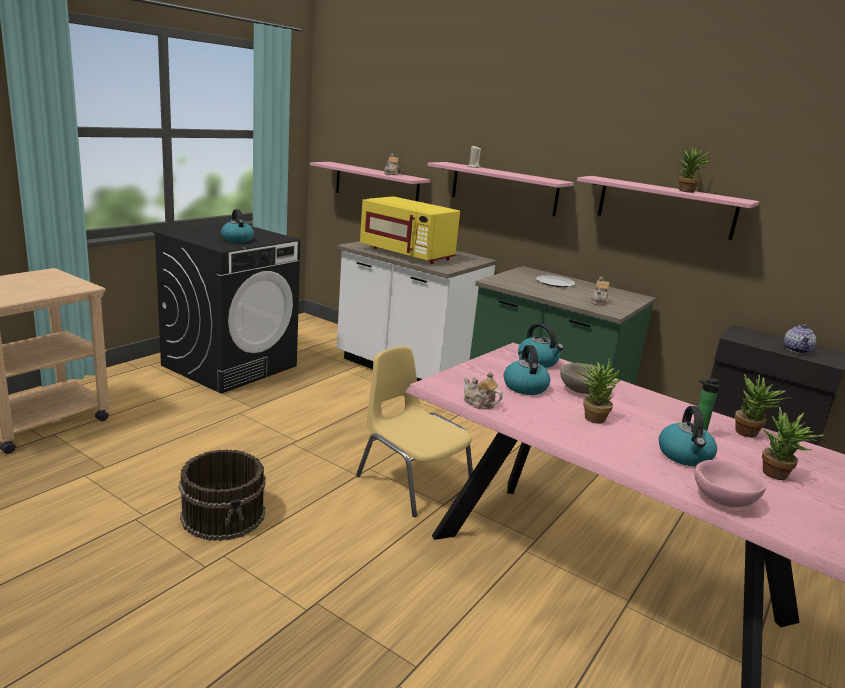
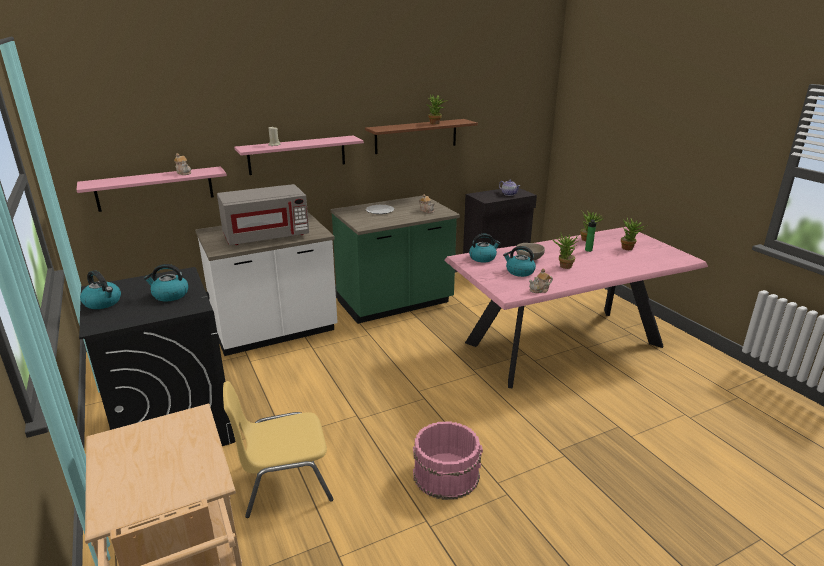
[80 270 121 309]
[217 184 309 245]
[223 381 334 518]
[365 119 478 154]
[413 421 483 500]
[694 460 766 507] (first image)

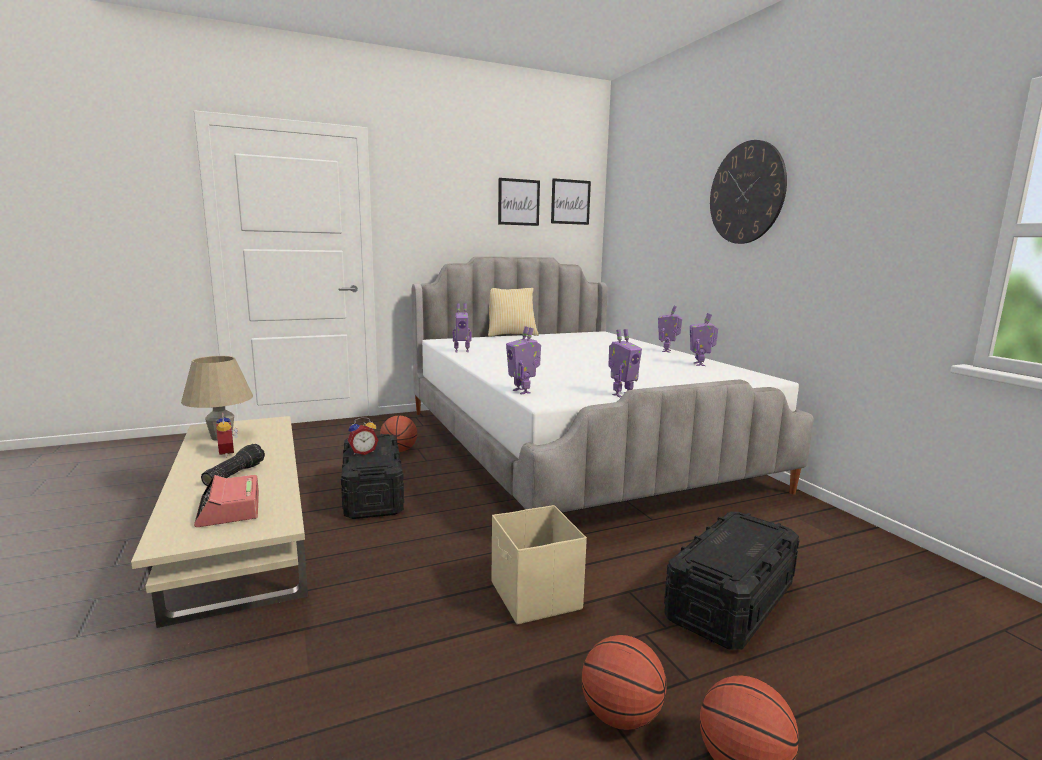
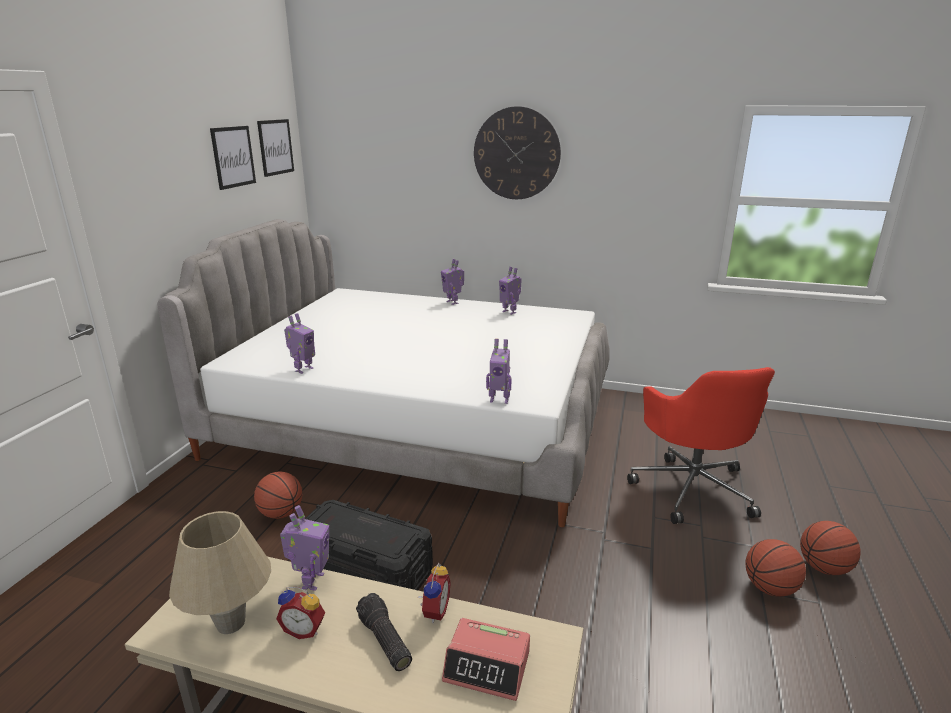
[280 505 329 591]
[418 563 451 623]
[627 367 775 524]
[488 288 539 337] (first image)
[492 505 587 625] (first image)

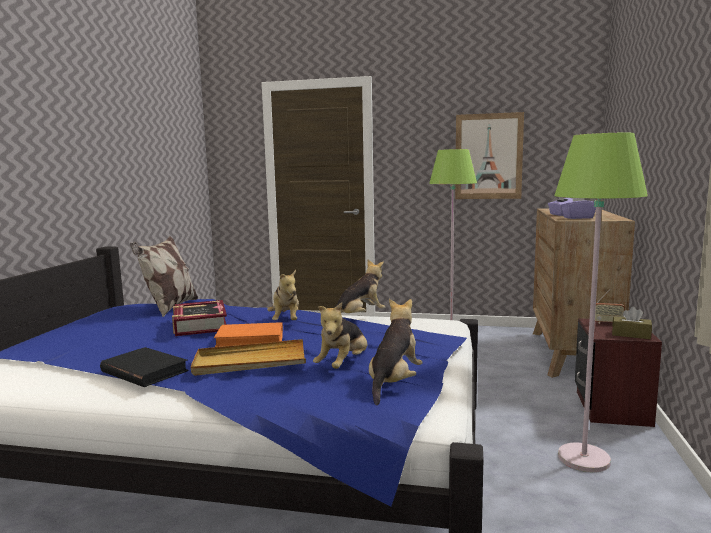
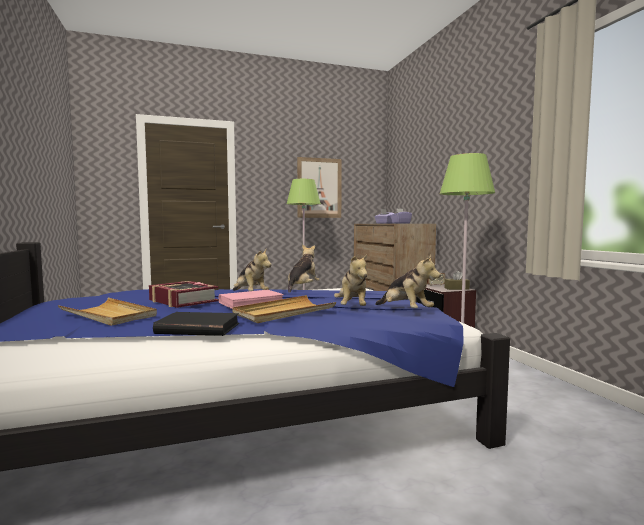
[58 298 157 326]
[219 290 284 309]
[375 254 441 308]
[130 236 198 317] (first image)

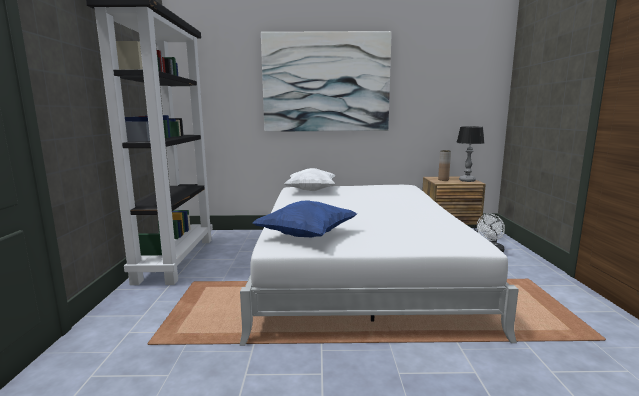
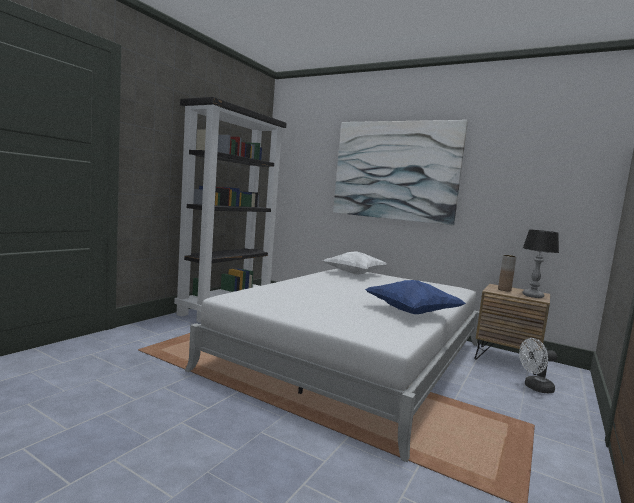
[365 280 466 314]

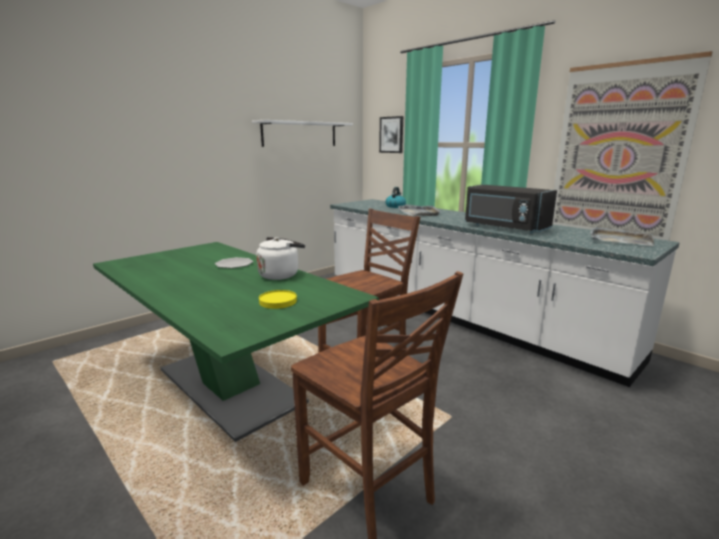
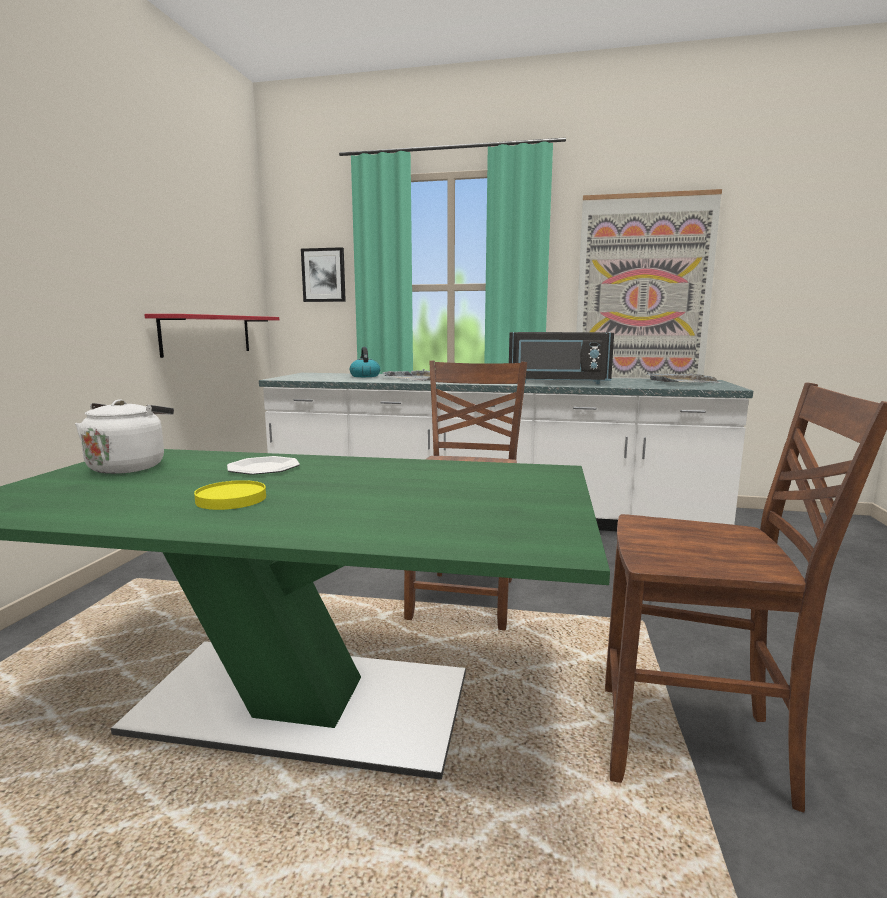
[75 400 174 474]
[144 314 279 358]
[194 480 266 510]
[252 120 353 147] (first image)

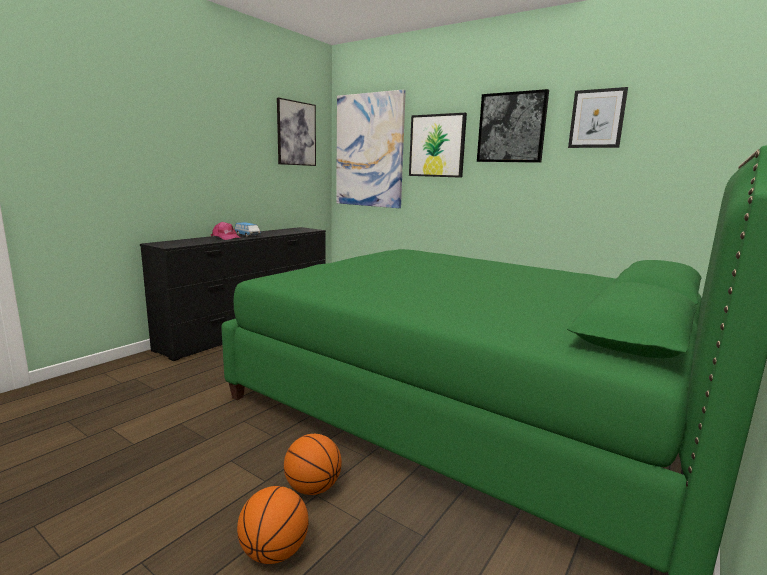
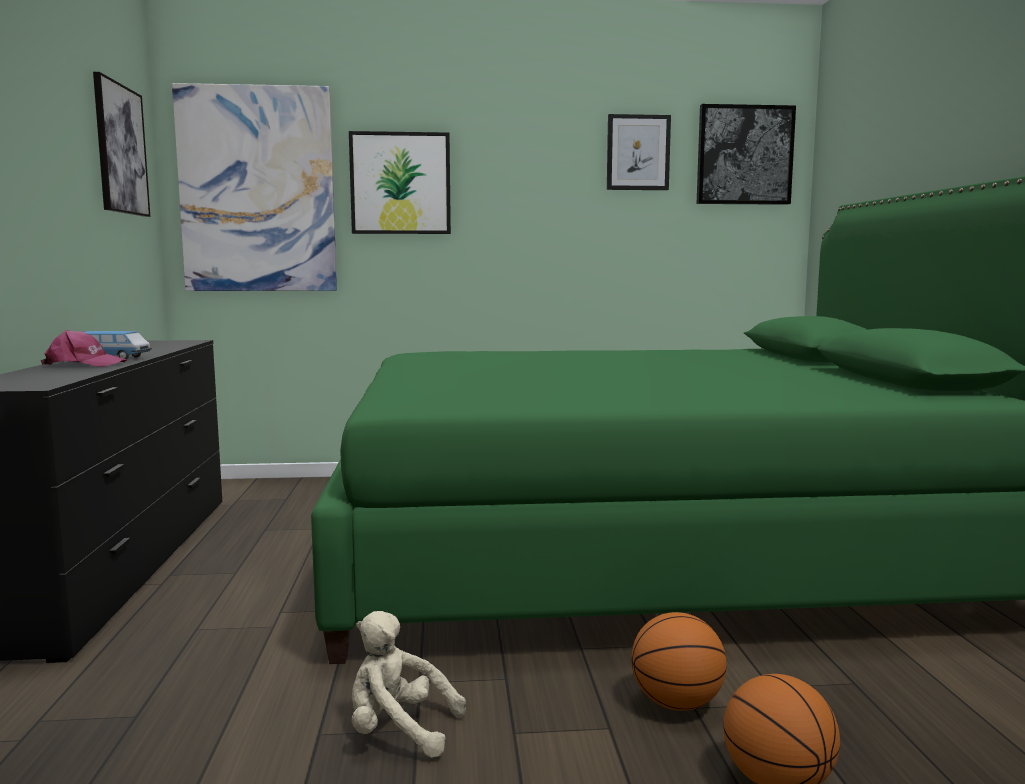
[352 611 466 758]
[696 104 796 205]

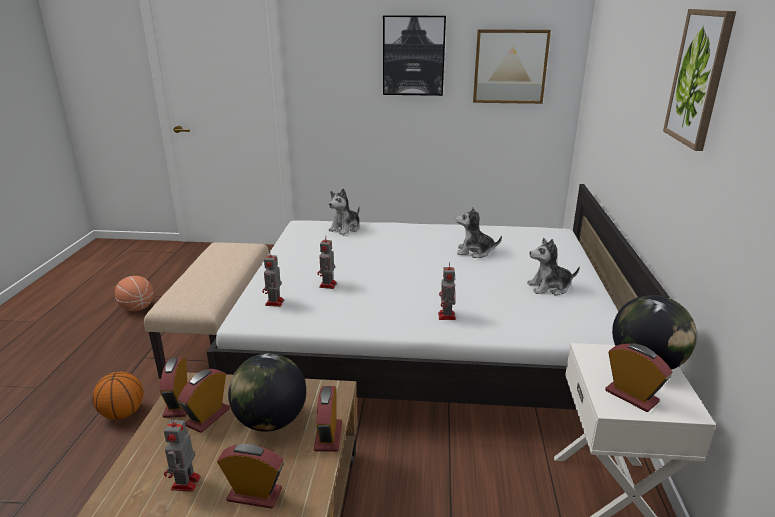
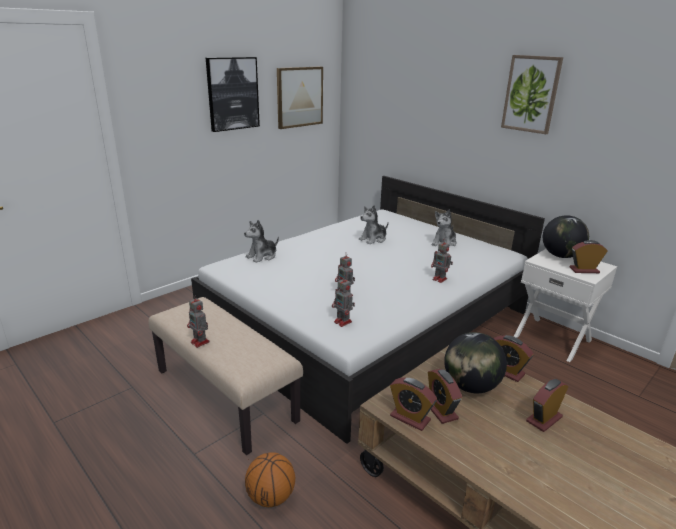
[187 295 210 348]
[244 220 279 263]
[115 276 154 311] (first image)

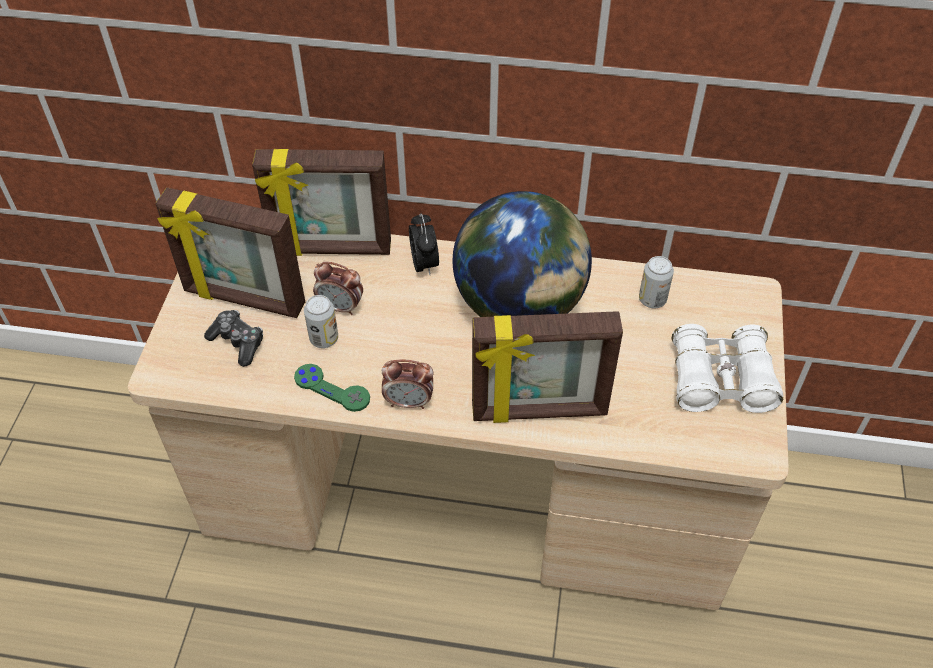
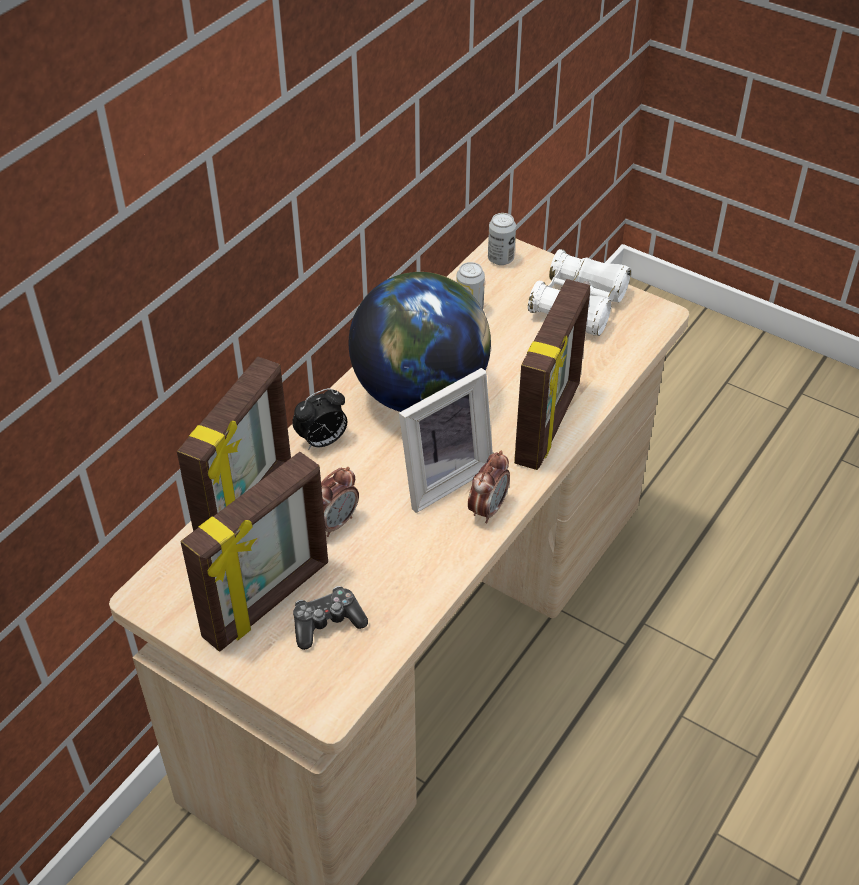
[292 388 347 450]
[399 368 493 513]
[488 213 516 265]
[294 364 370 412] (first image)

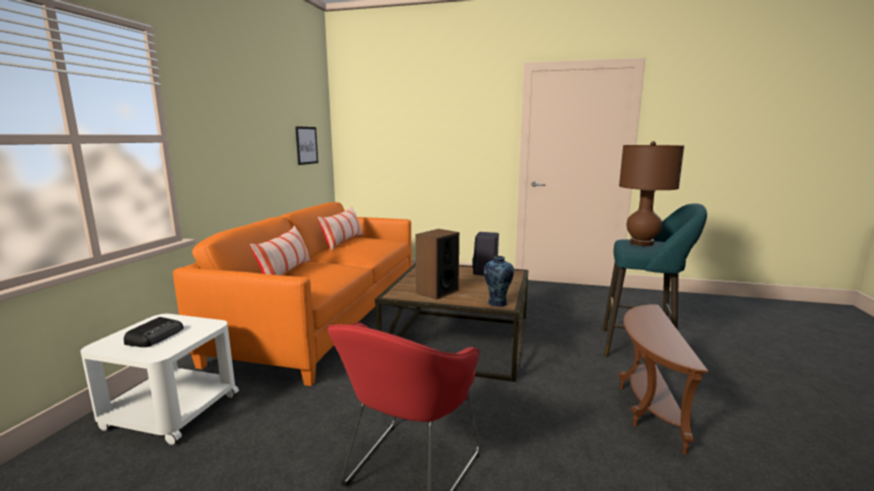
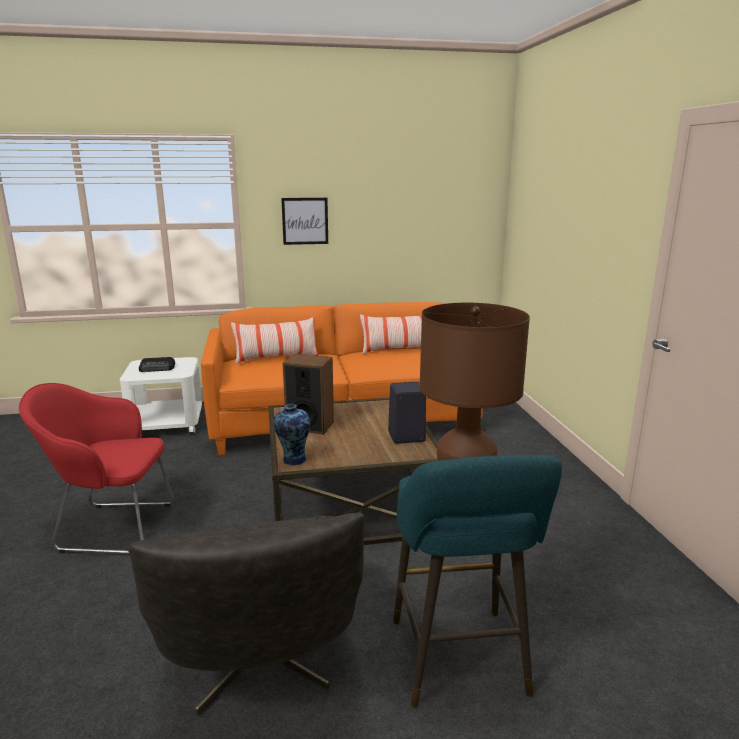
[128 513 365 715]
[281 198 328 245]

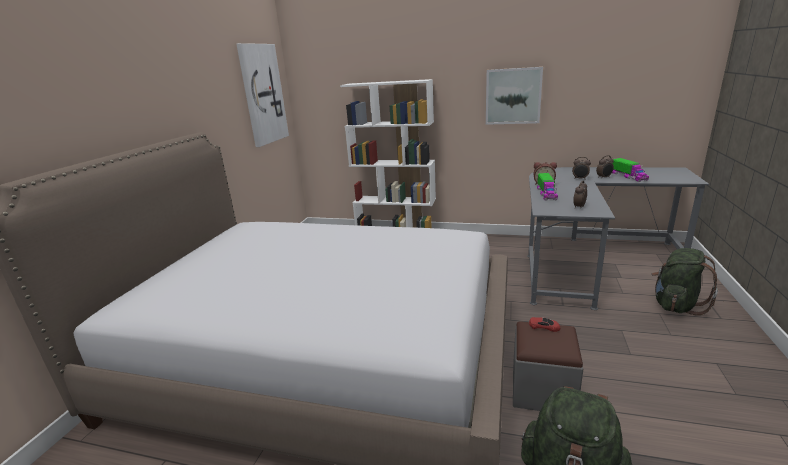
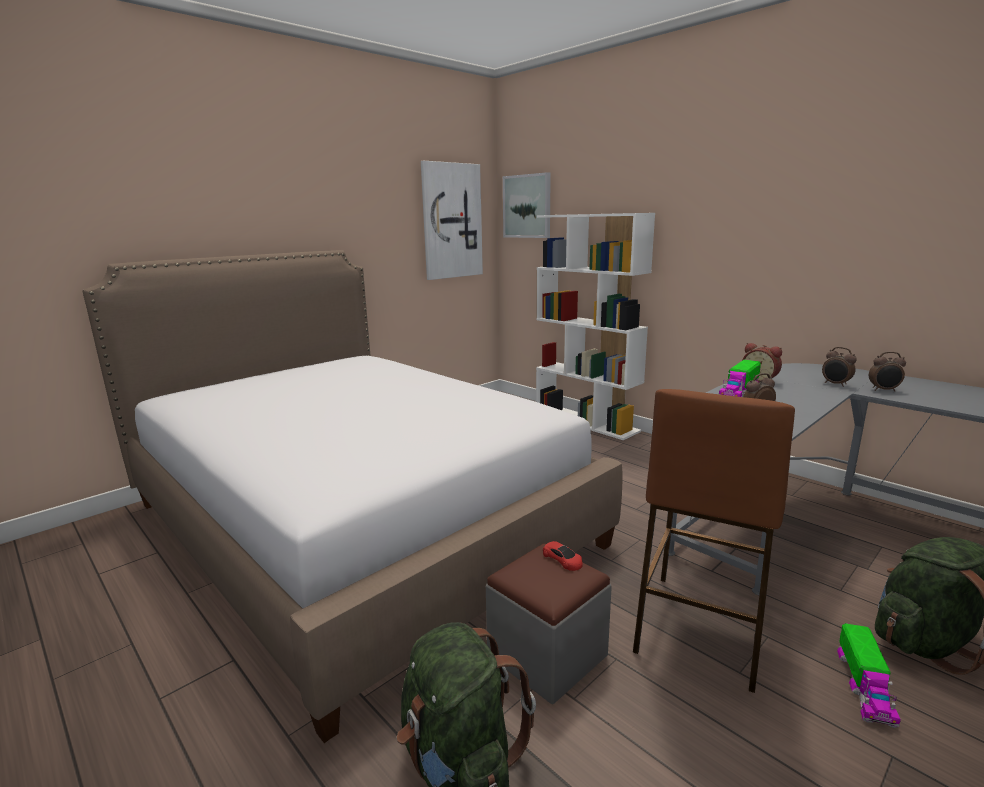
[503 172 551 238]
[633 389 795 693]
[837 623 901 728]

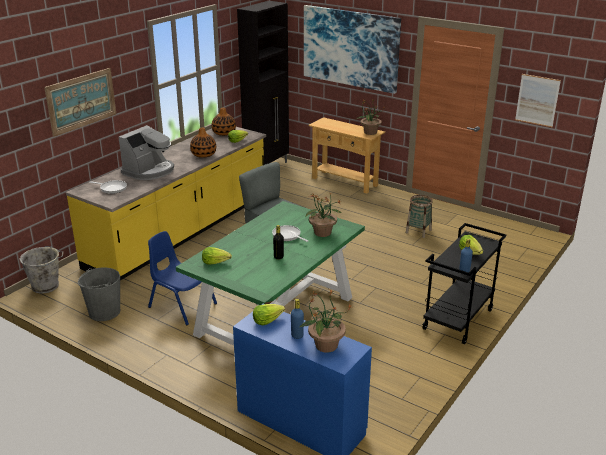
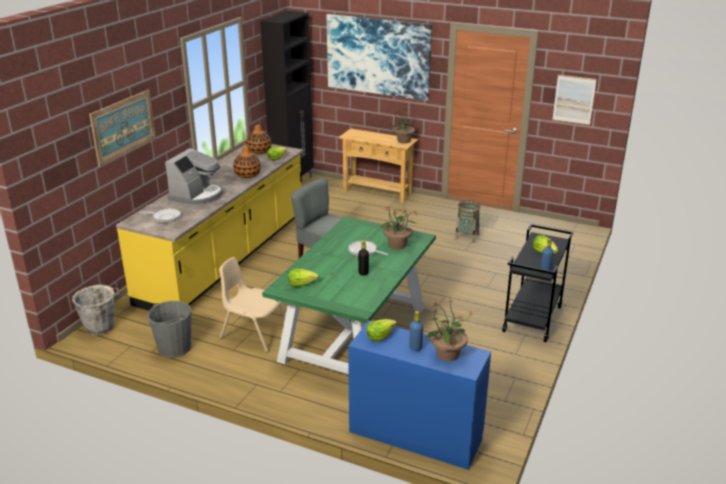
[219 257 286 353]

